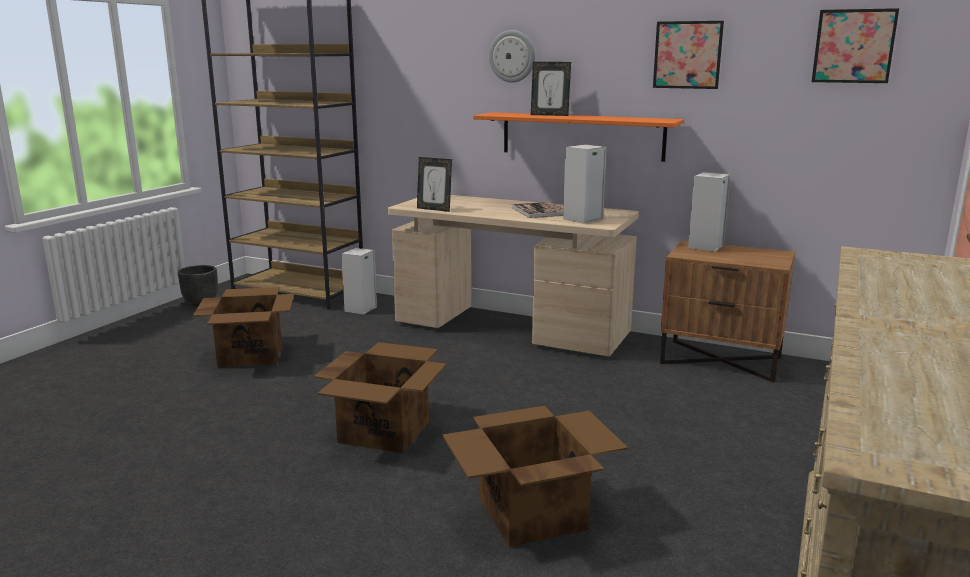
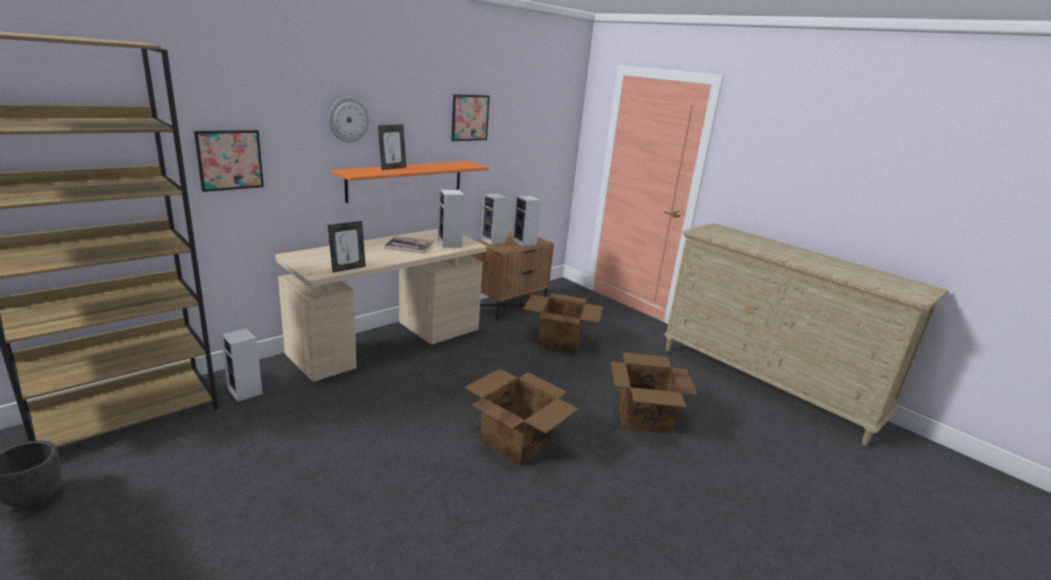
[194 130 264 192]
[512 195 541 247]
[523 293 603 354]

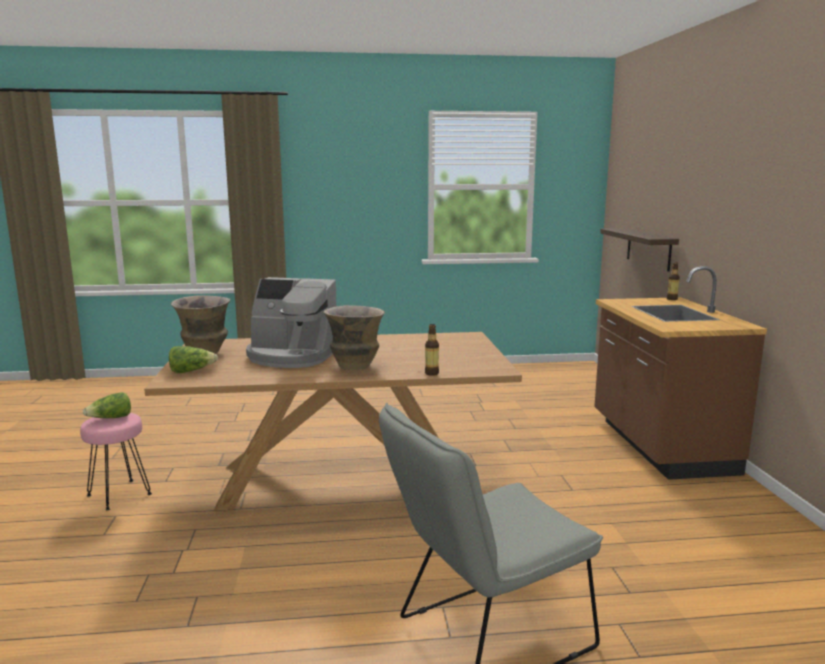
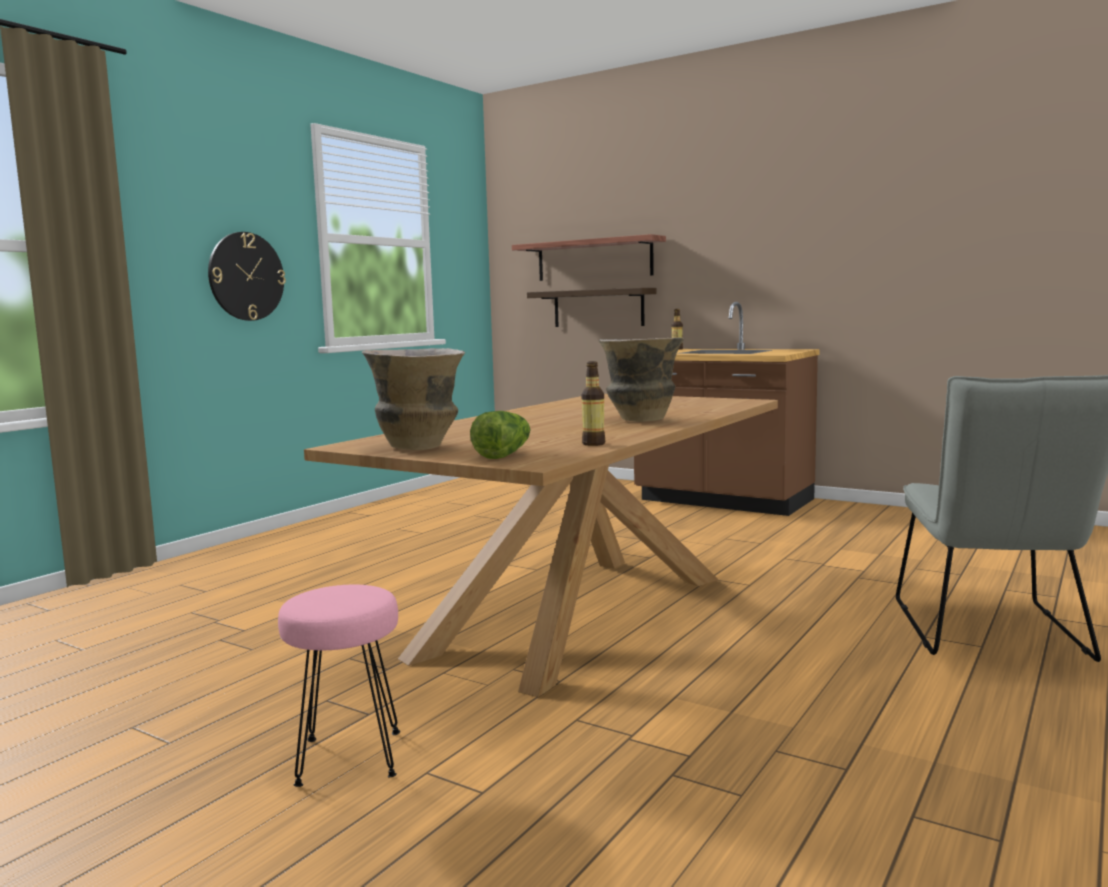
[208 232 286 321]
[512 234 666 281]
[582 361 605 446]
[83 392 131 418] (first image)
[246 277 336 368] (first image)

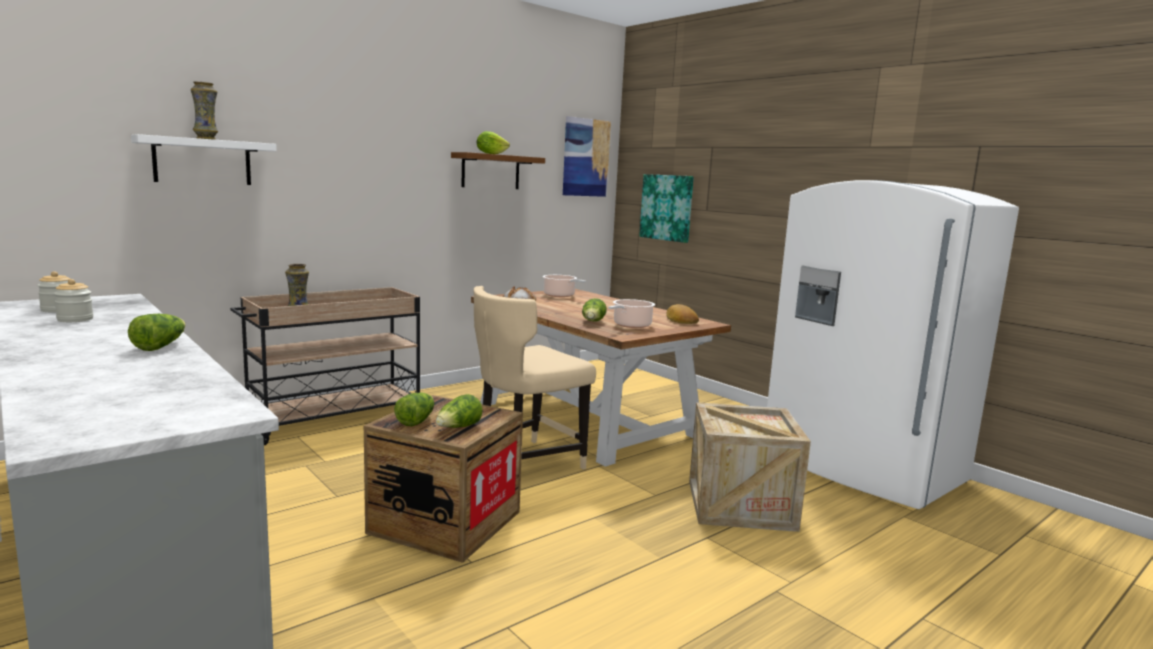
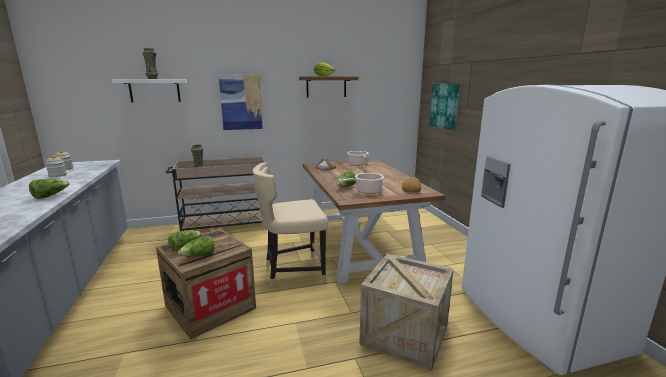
[219 75 263 130]

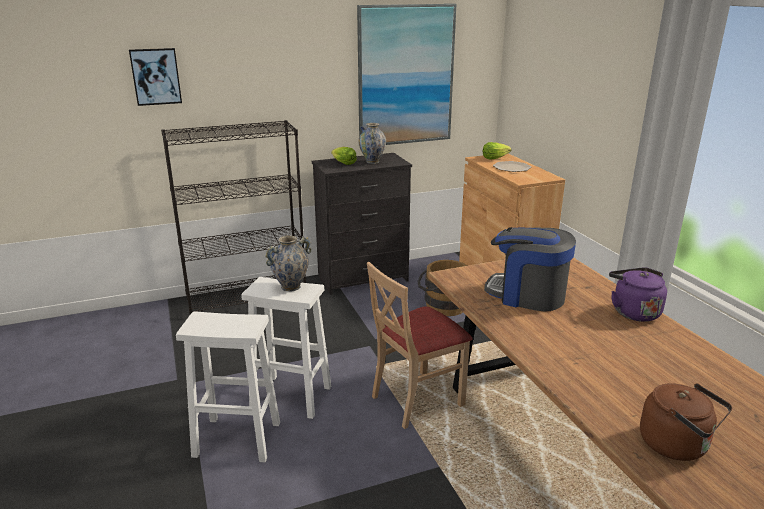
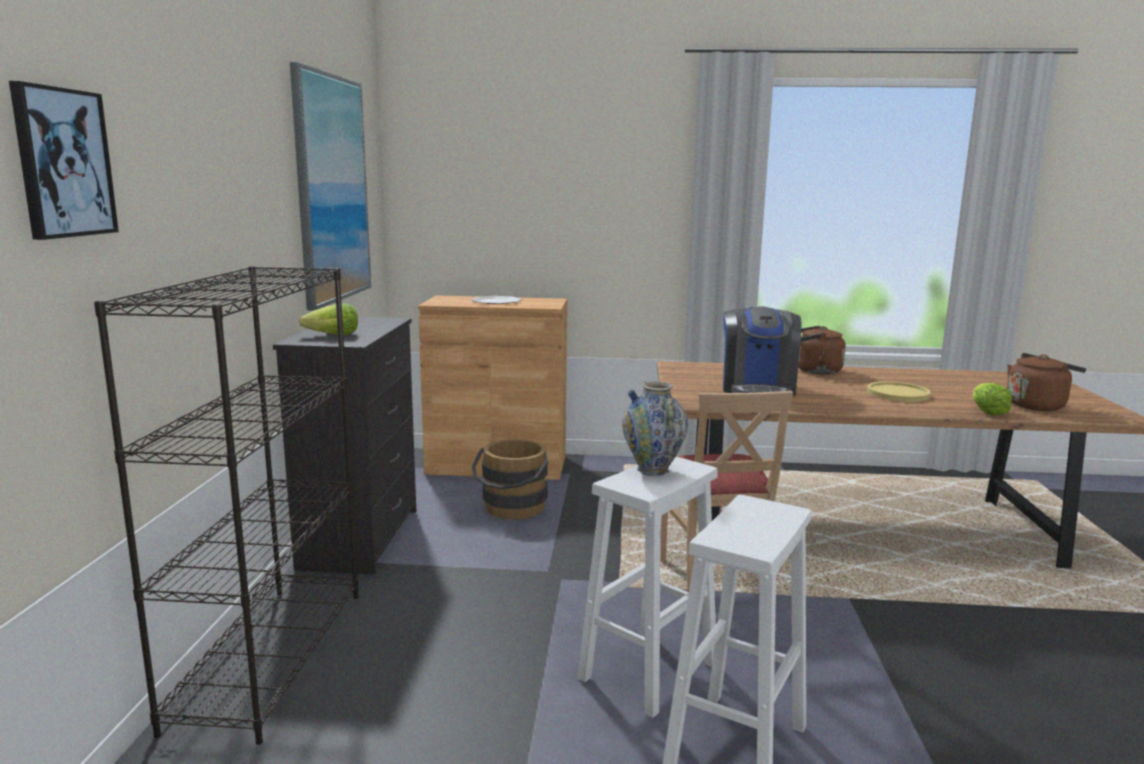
[723 306 801 396]
[798 326 846 374]
[867 382 931 402]
[972 383 1012 416]
[358 123 386 164] (first image)

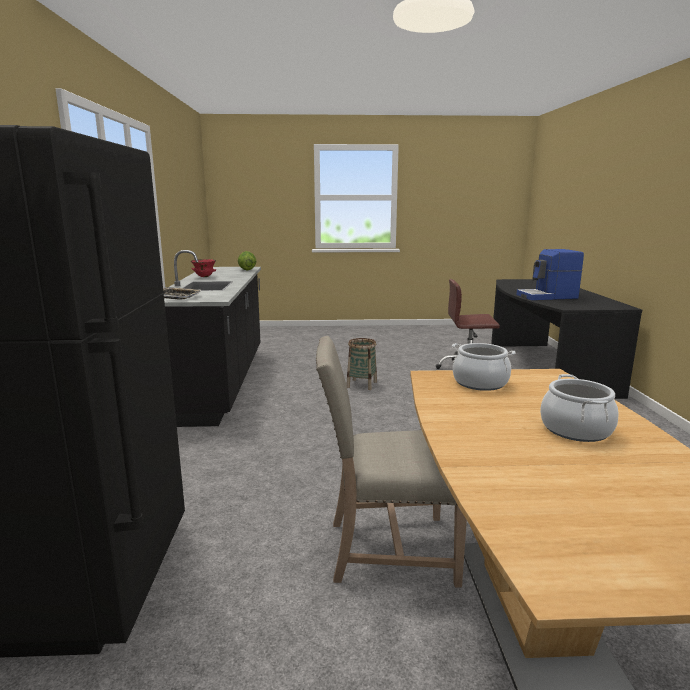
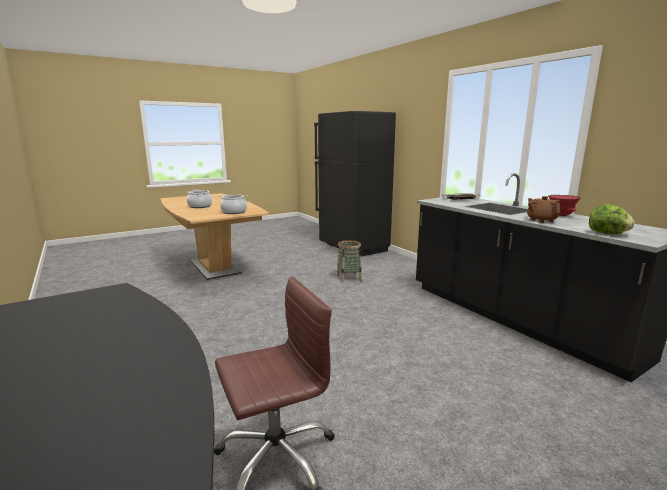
[337 240 362 282]
[527 196 560 223]
[316 336 467 587] (first image)
[517 249 584 300] (first image)

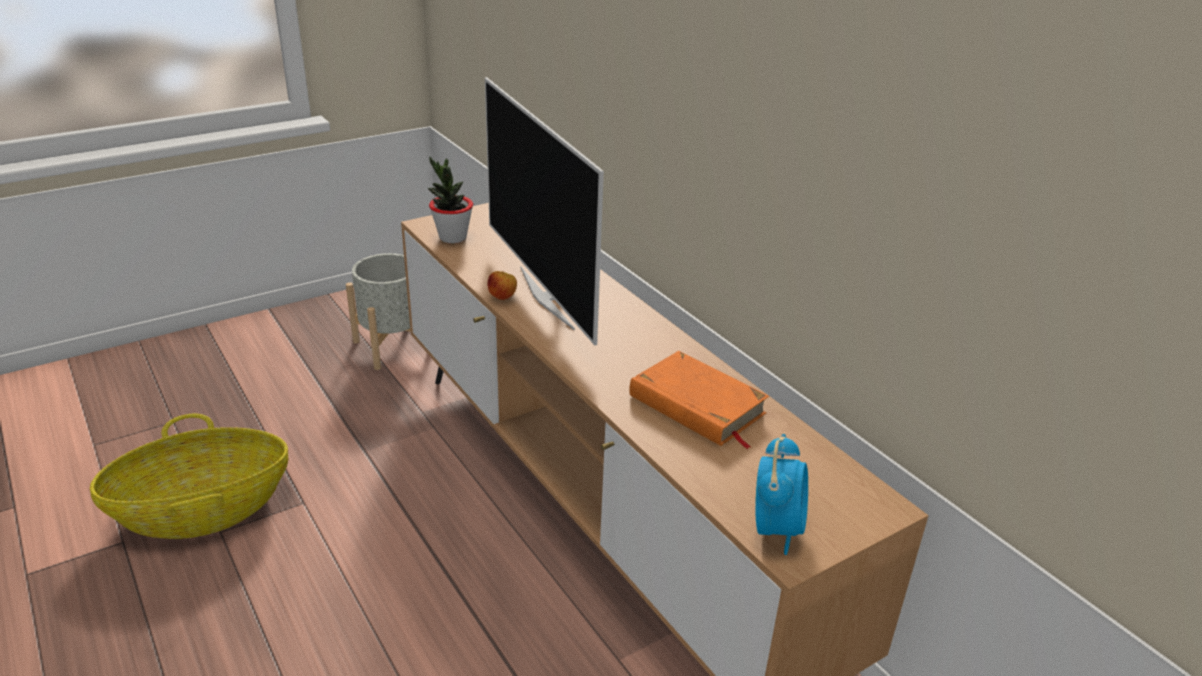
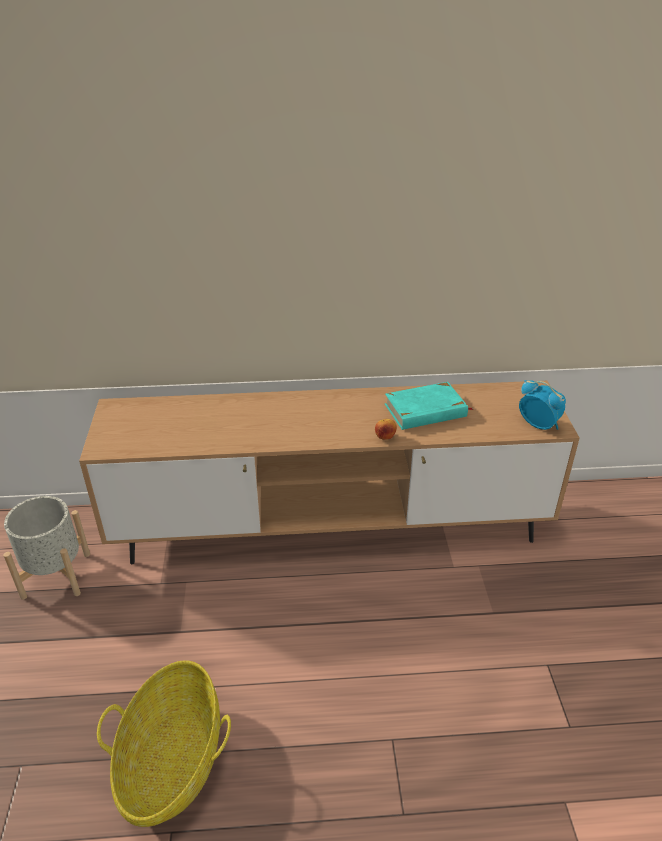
[375 419 397 440]
[385 382 474 430]
[428 157 473 243] (first image)
[485 77 604 346] (first image)

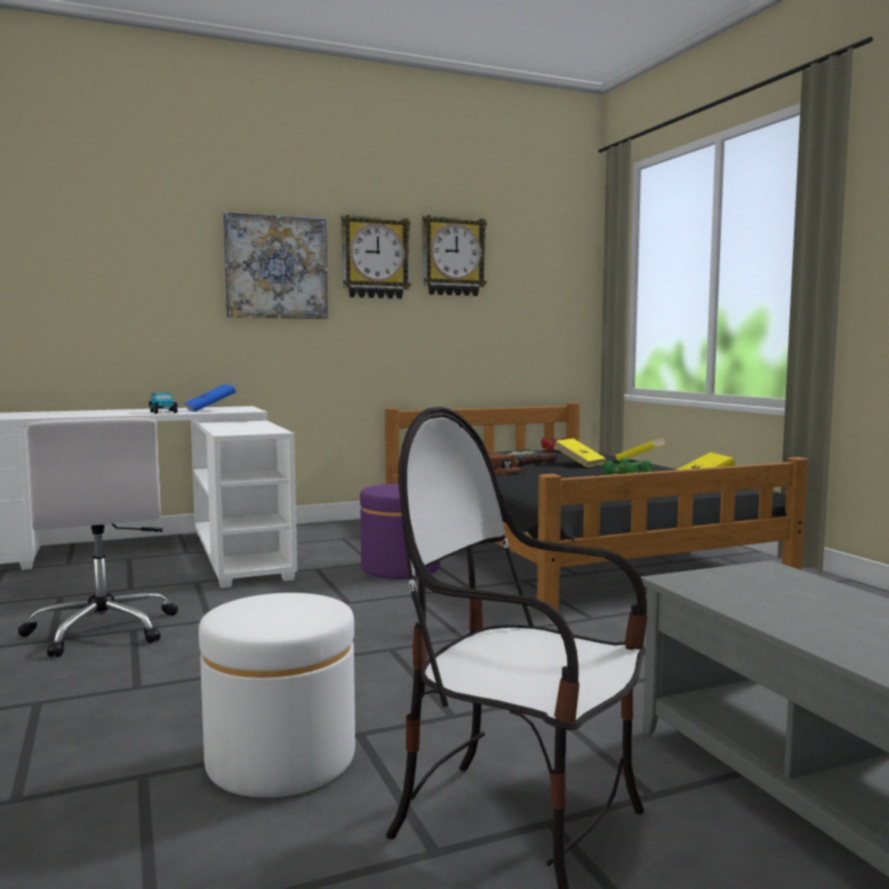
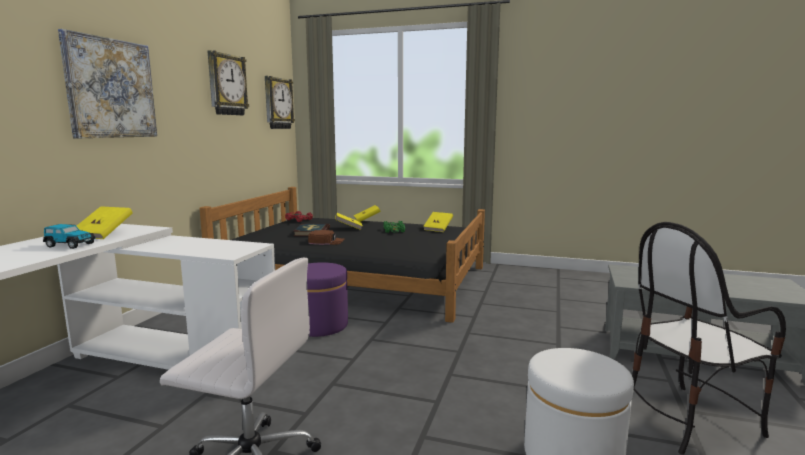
[77 206 132 239]
[265 76 295 129]

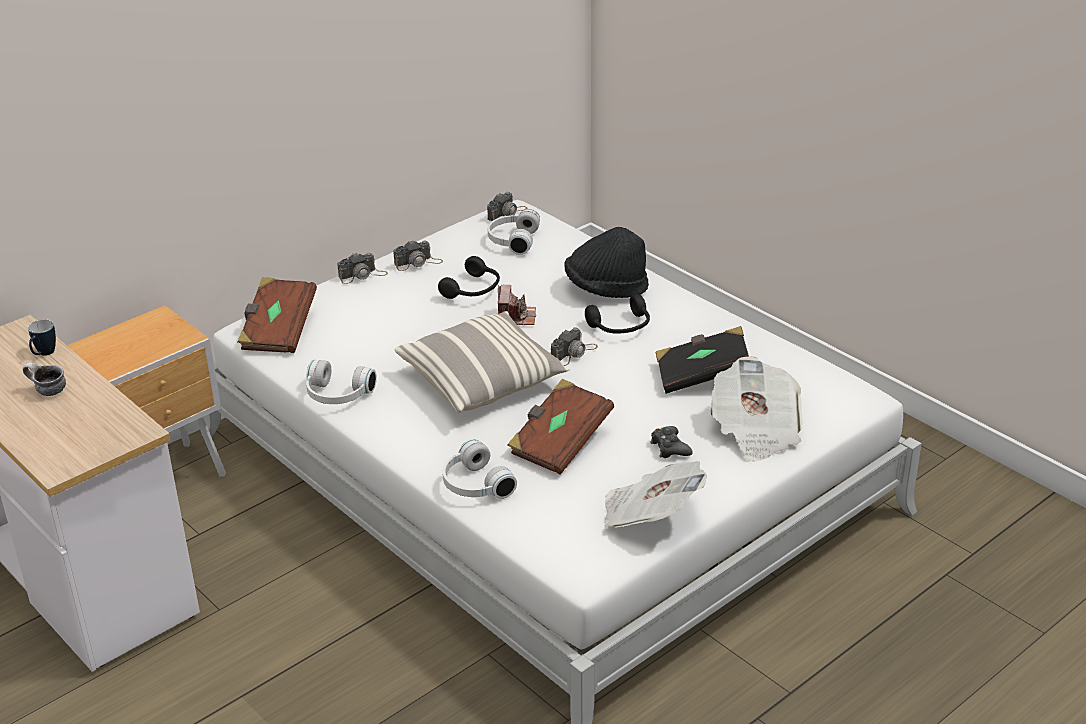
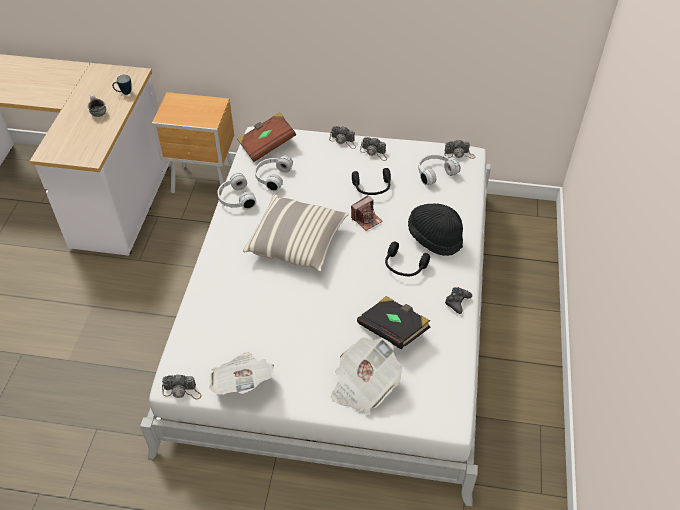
[162 374 202 400]
[255 155 293 191]
[445 287 472 314]
[507 379 614 475] (first image)

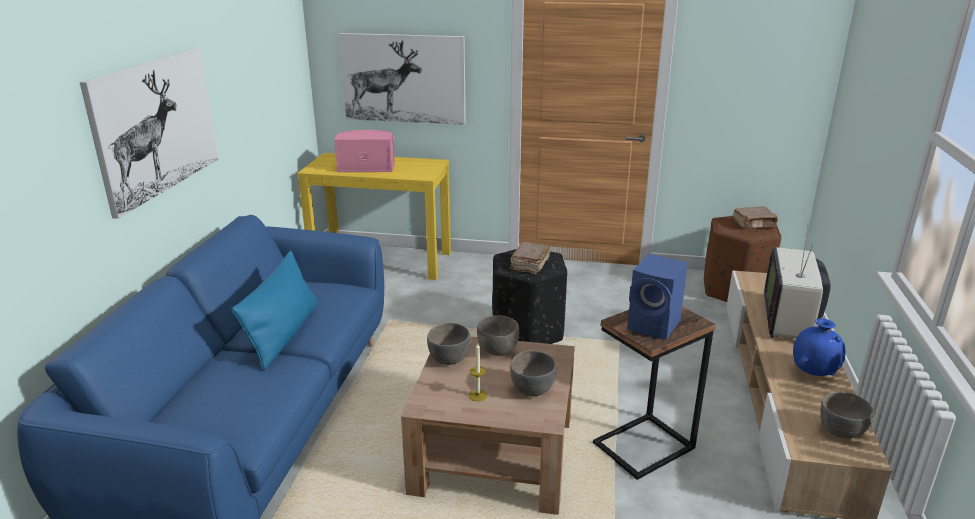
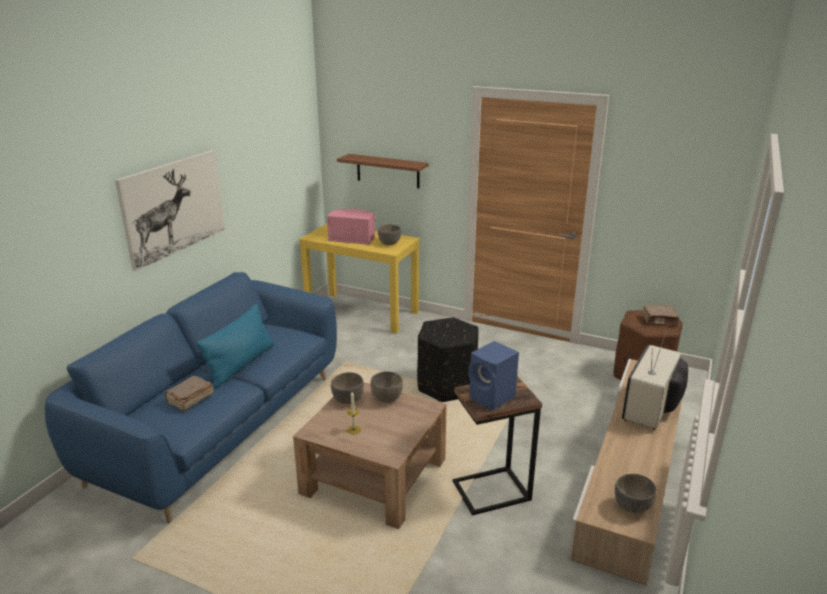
[165 376 213 412]
[337 154 429 188]
[378 224 401 245]
[793 318 846 376] (first image)

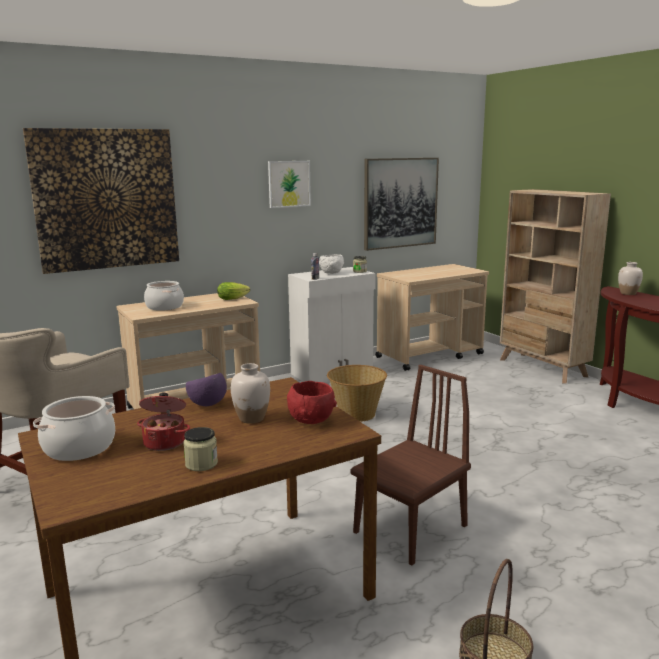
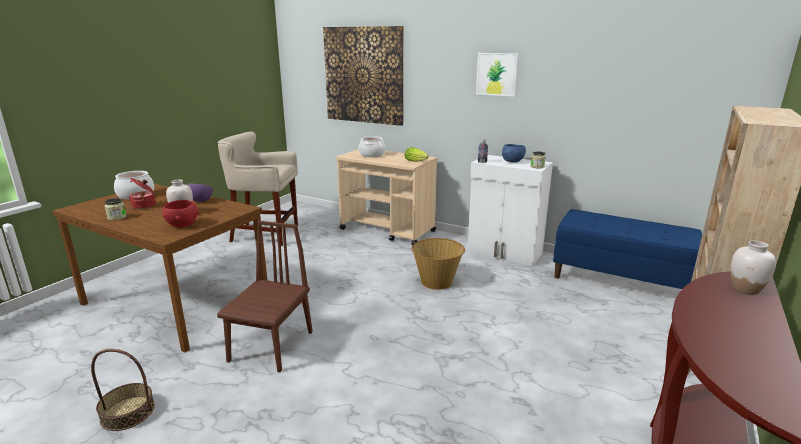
[217 221 313 372]
[502 144 526 163]
[553 209 702 289]
[364 158 439 251] (first image)

